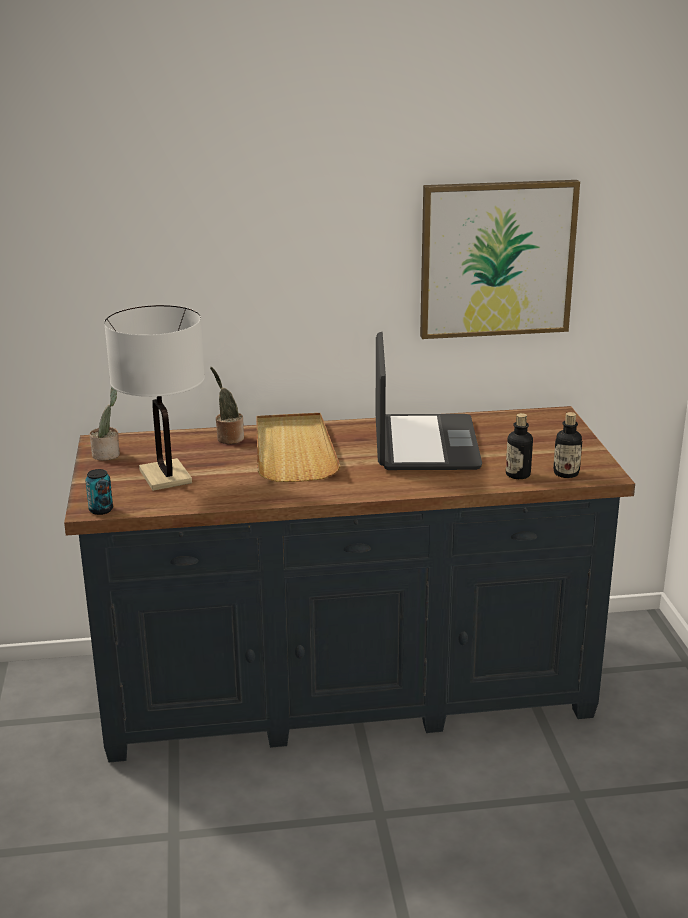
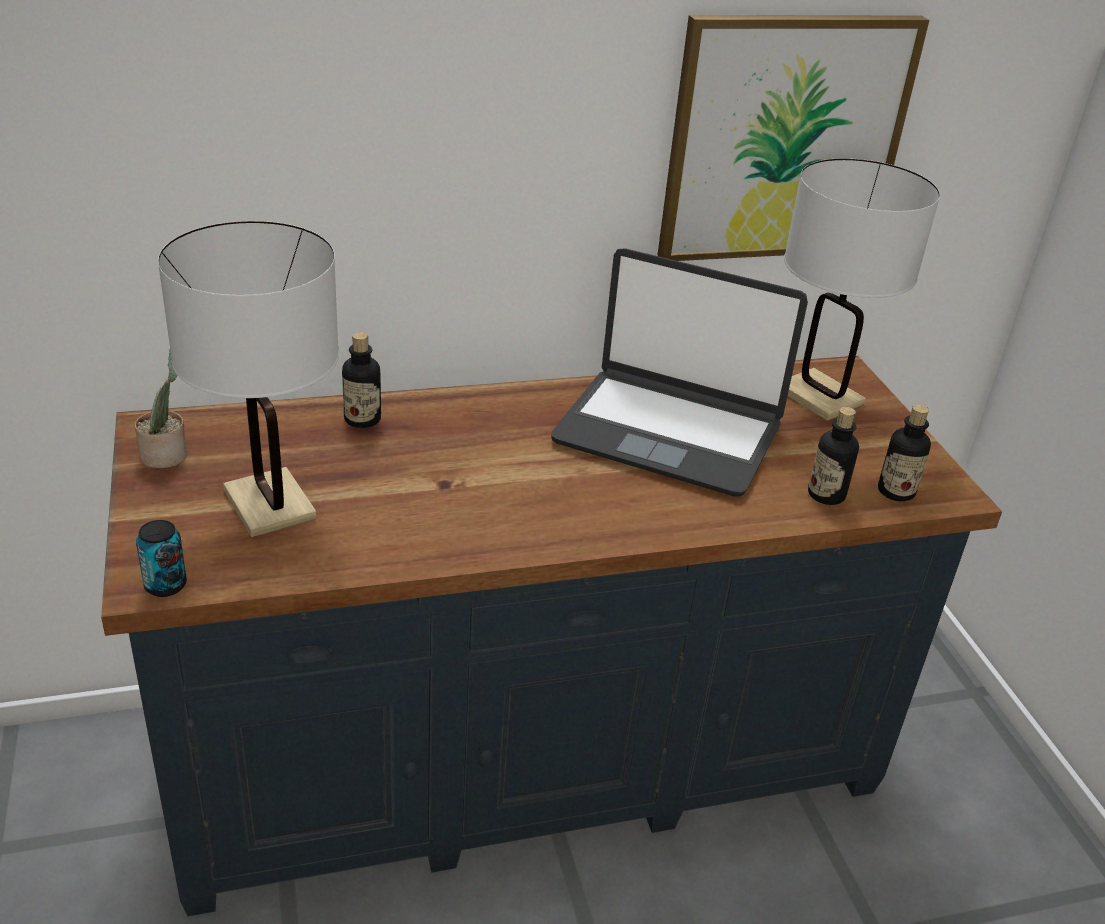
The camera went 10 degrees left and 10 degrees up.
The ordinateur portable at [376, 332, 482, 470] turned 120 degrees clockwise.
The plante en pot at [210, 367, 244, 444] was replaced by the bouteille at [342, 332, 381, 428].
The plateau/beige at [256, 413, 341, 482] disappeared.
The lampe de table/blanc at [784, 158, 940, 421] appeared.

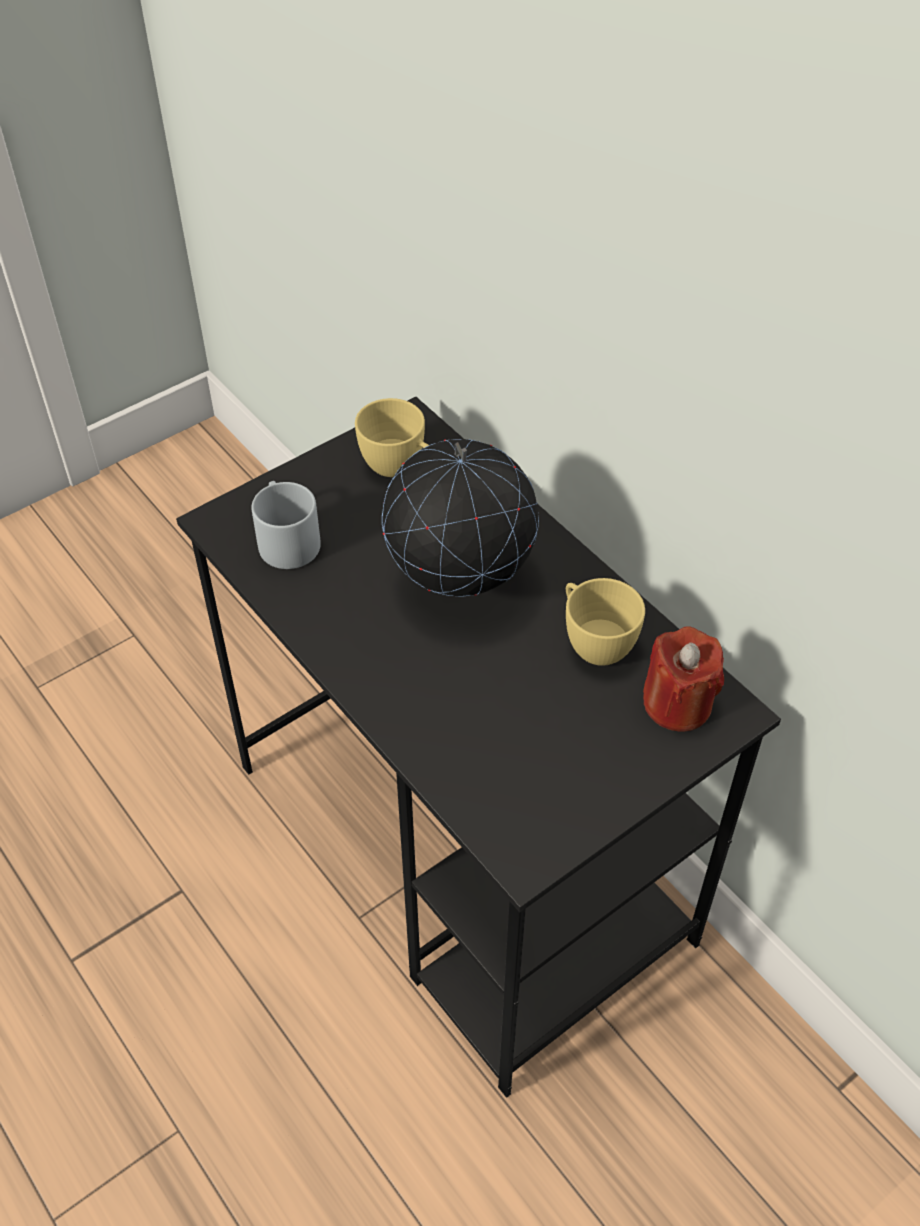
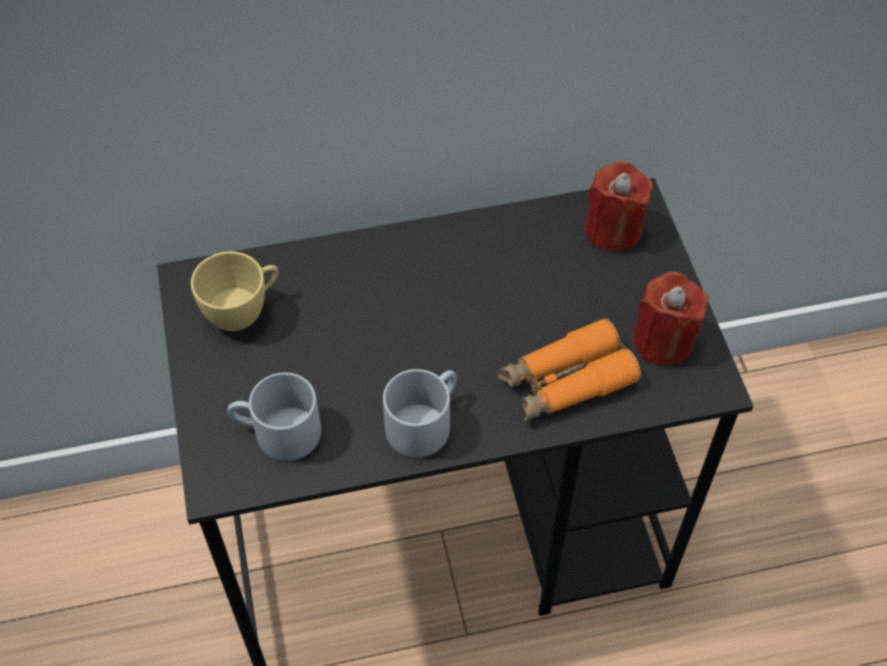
The camera went 65 degrees left and 5 degrees up.
The globe at [382, 439, 539, 597] disappeared.
The tasse/jaune at [566, 578, 645, 666] disappeared.
The bougie/rouge at [633, 272, 709, 366] appeared.
The jumelles/orange at [497, 318, 641, 421] appeared.
The mug/gris at [383, 369, 457, 458] appeared.

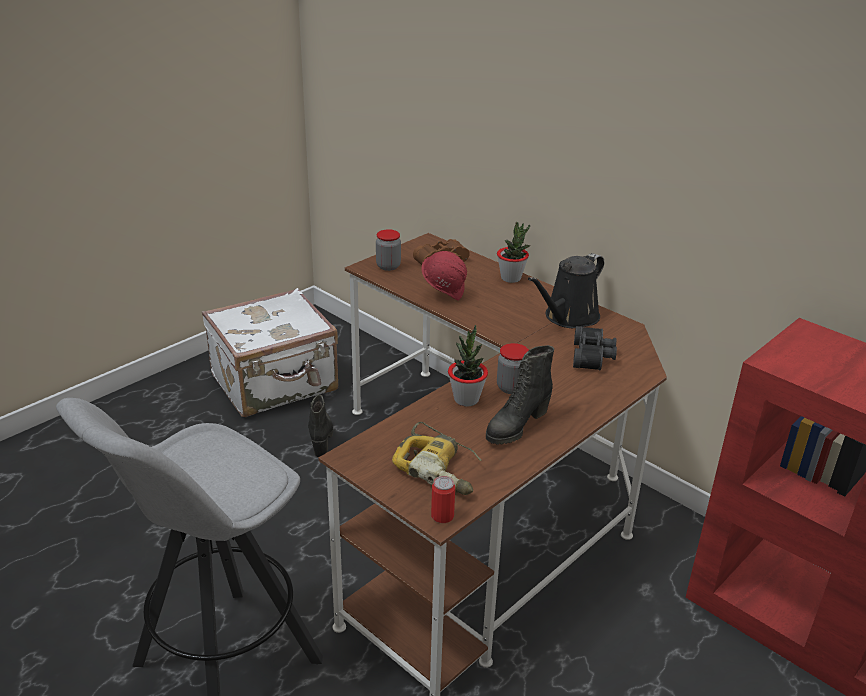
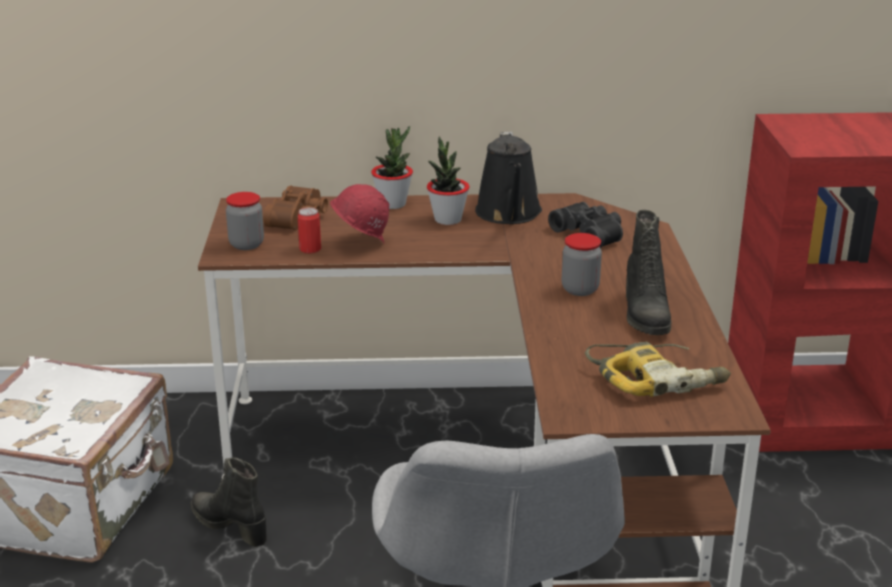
The camera went 45 degrees left and 5 degrees down.
The plante en pot moved from [448, 325, 488, 406] to [427, 136, 469, 225].
The boîte métallique moved from [431, 476, 455, 523] to [298, 207, 321, 254].

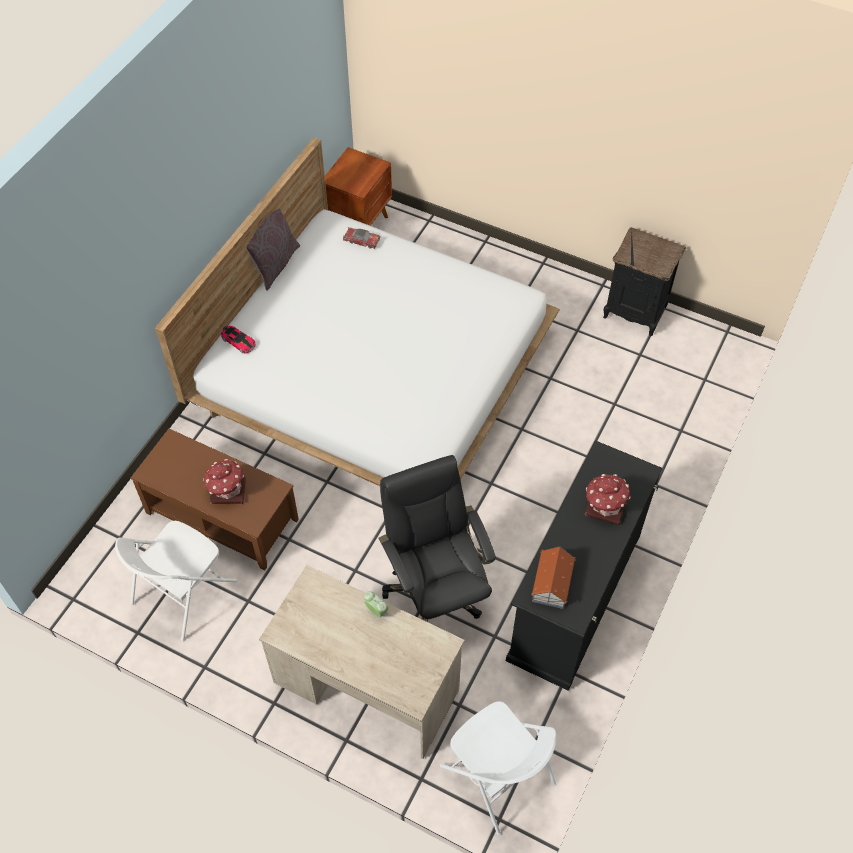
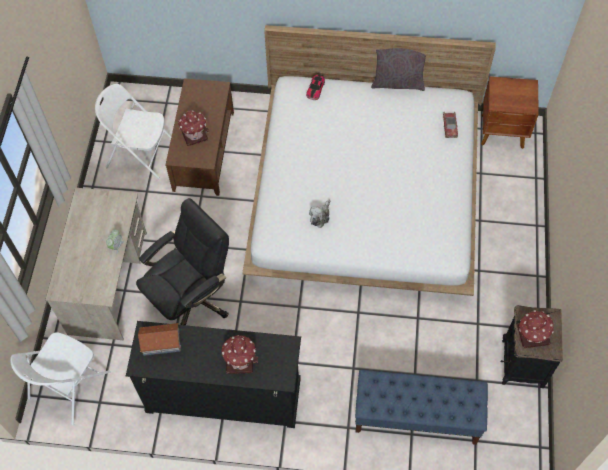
The camera went 70 degrees right and 5 degrees up.
The peluche at [309, 199, 330, 228] appeared.
The maison miniature at [517, 310, 554, 348] appeared.
The banc/bleu at [355, 370, 488, 445] appeared.

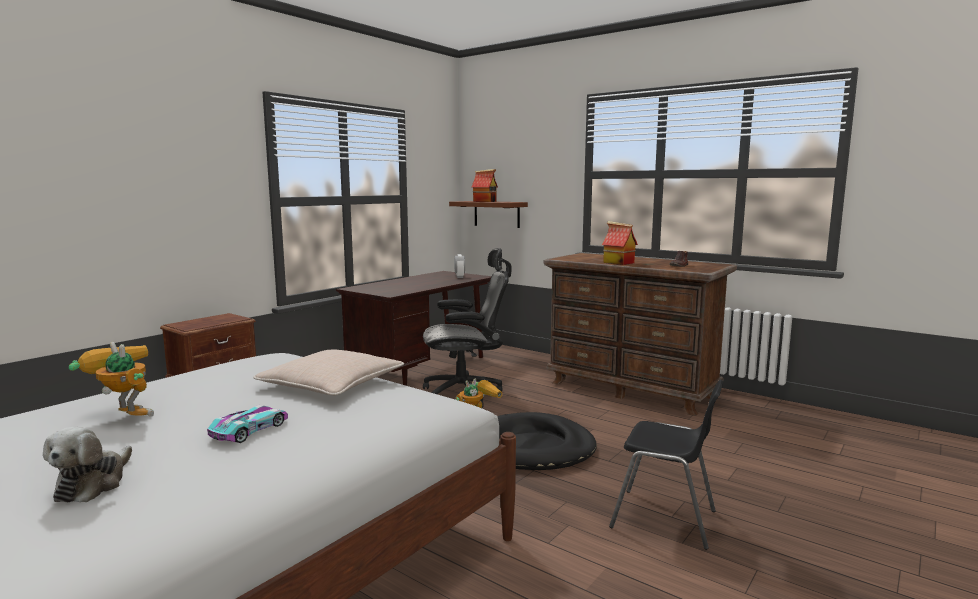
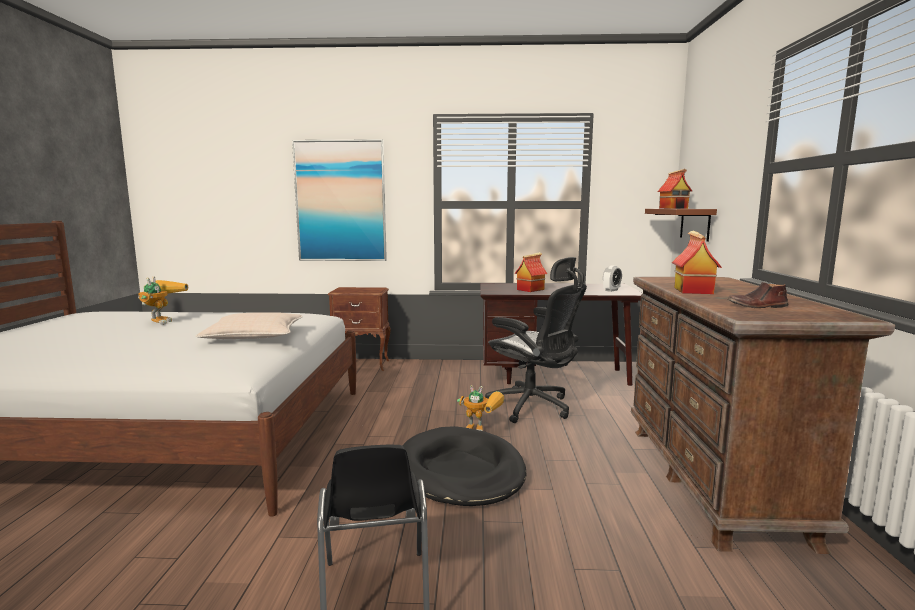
The camera went 55 degrees right and 0 degrees up.
The petite voiture at [207, 405, 288, 443] disappeared.
The peluche at [43, 427, 132, 503] disappeared.
The tableau at [292, 139, 387, 261] appeared.
The maison miniature at [514, 252, 547, 292] appeared.

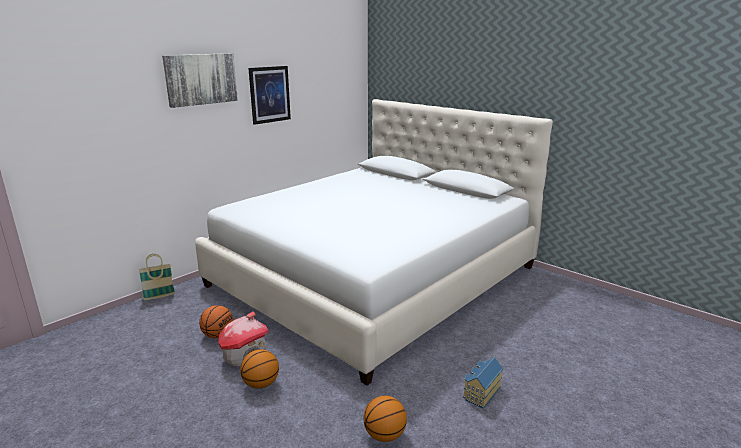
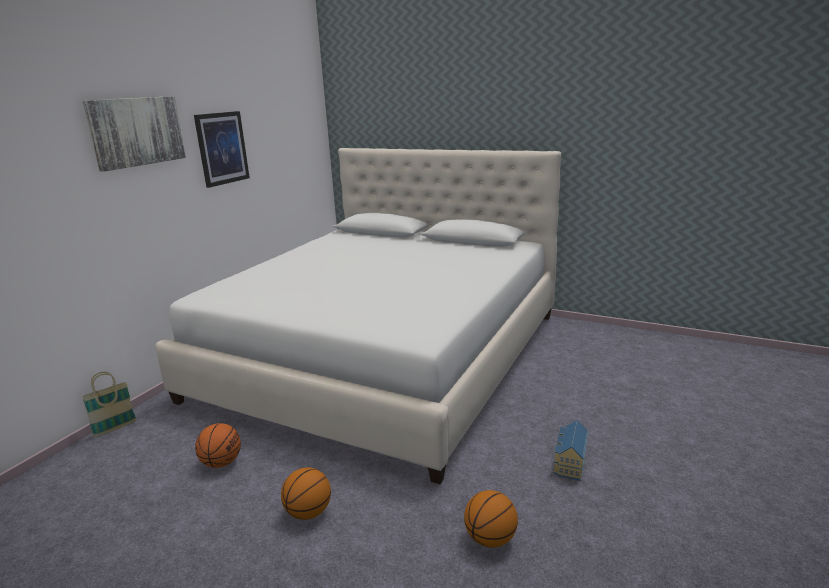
The camera went 15 degrees left and 0 degrees up.
The maison miniature at [218, 312, 269, 366] disappeared.

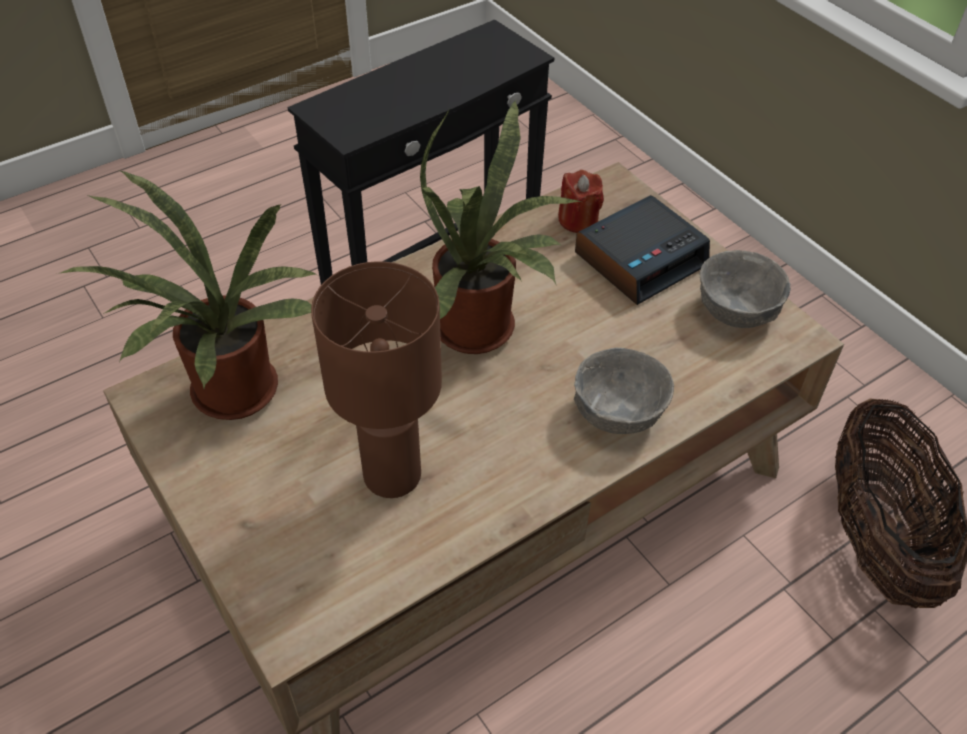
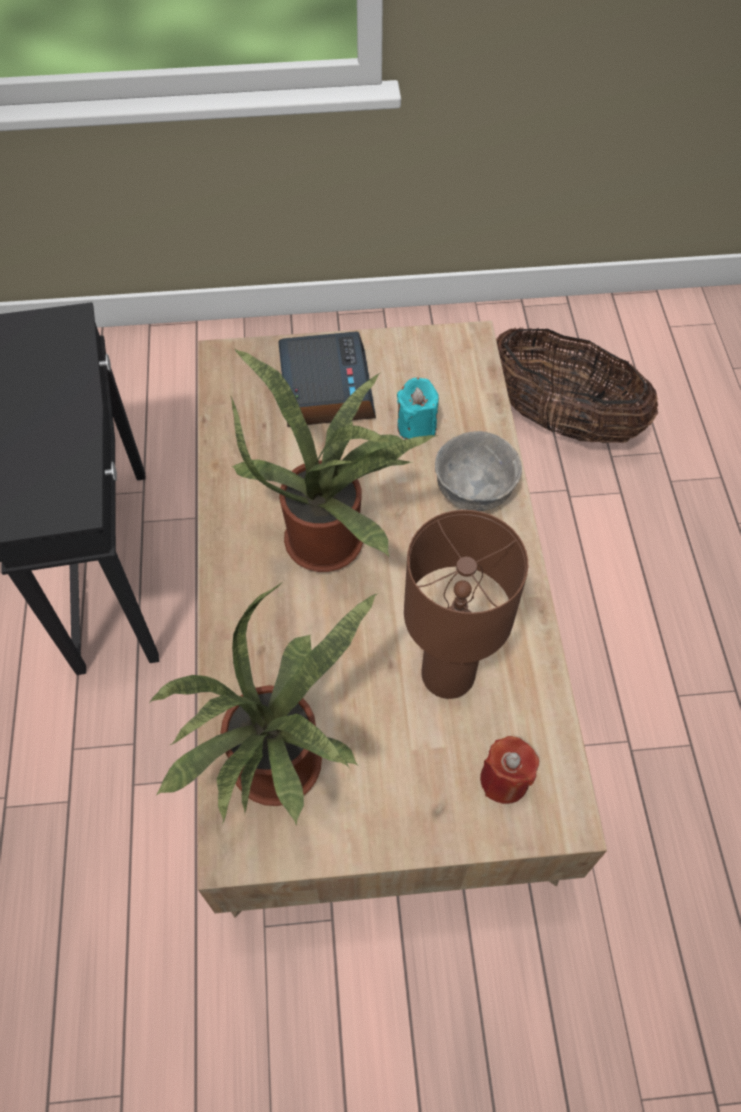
The camera went 60 degrees left and 10 degrees up.
The bougie/rouge moved from [558, 170, 604, 233] to [480, 736, 539, 804].
The bol/gris at [700, 250, 791, 328] disappeared.
The bougie/turquoise at [397, 377, 439, 439] appeared.

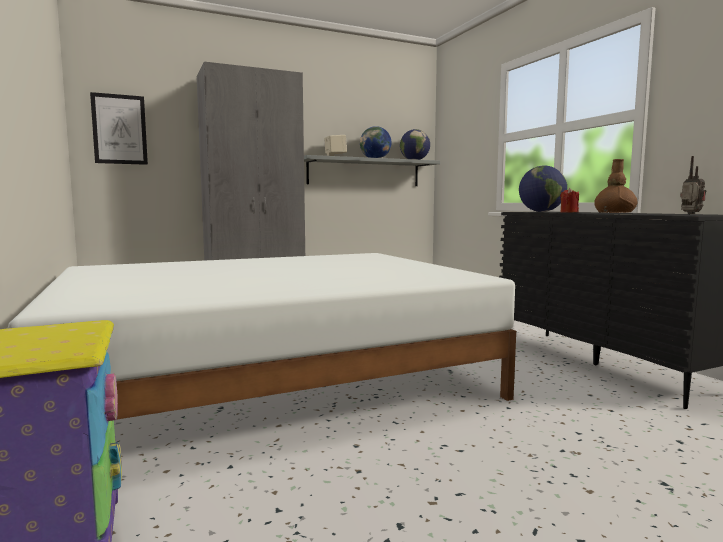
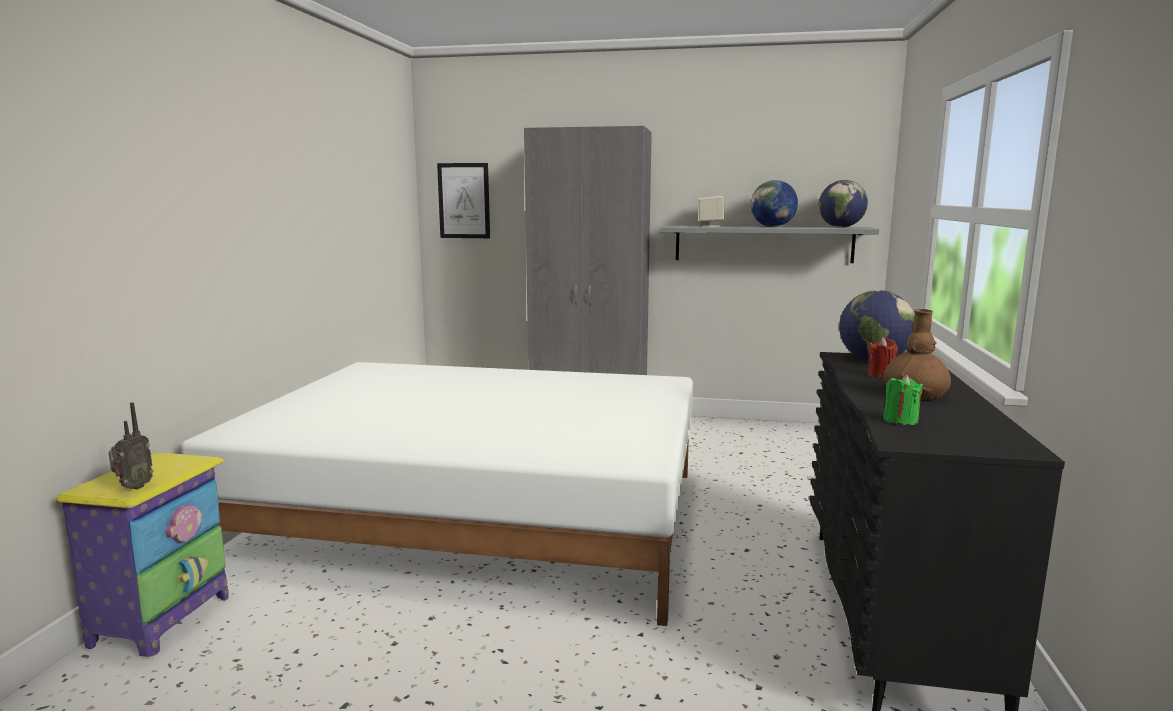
The camera went 35 degrees right and 5 degrees up.
The radio moved from [680, 156, 706, 214] to [108, 402, 154, 490].
The bougie/vert at [883, 375, 923, 425] appeared.

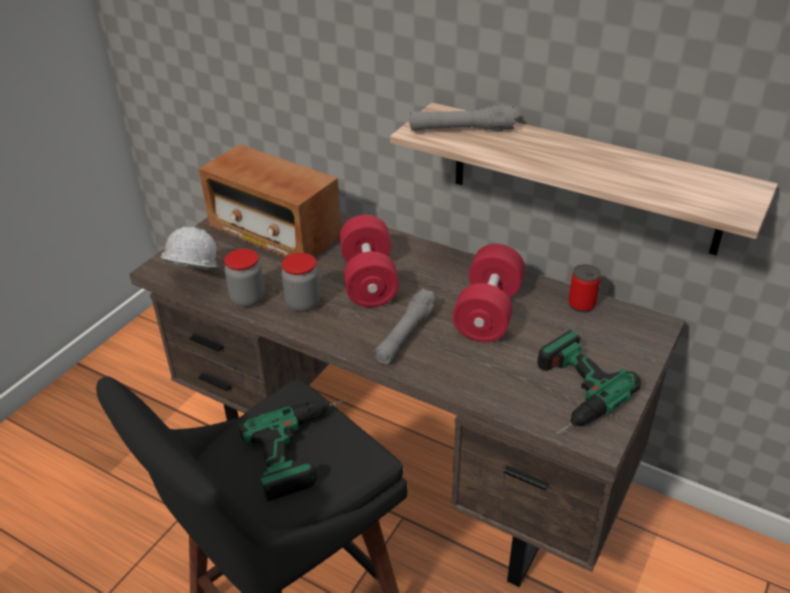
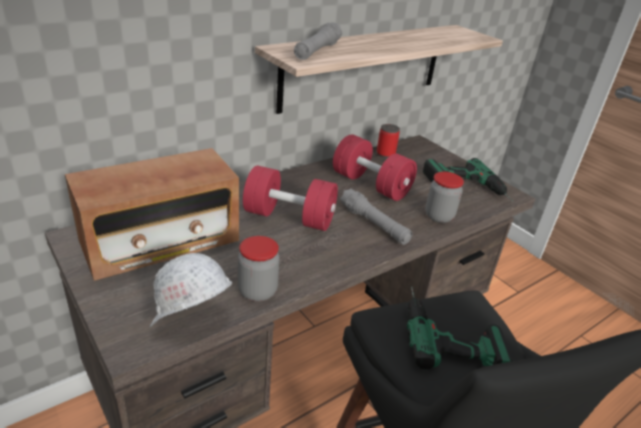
The camera went 70 degrees left and 5 degrees down.
The bocal moved from [281, 253, 320, 312] to [425, 172, 464, 223].

